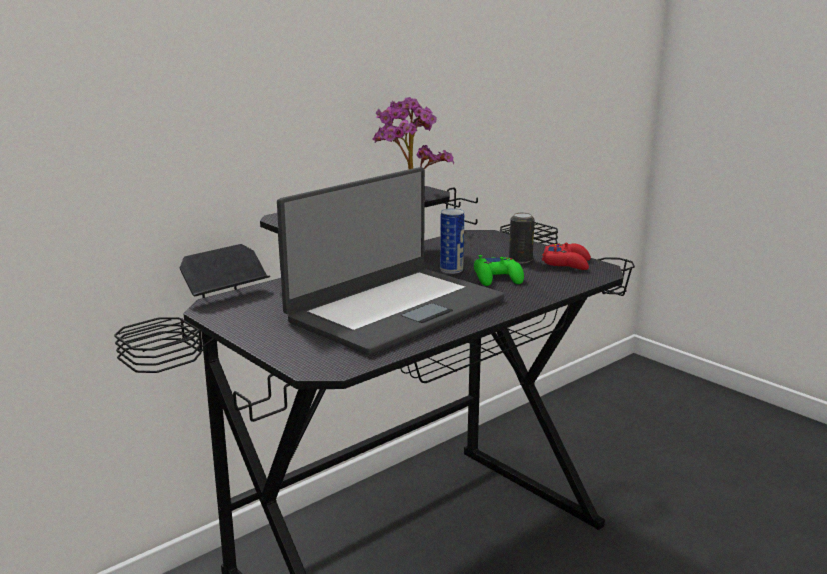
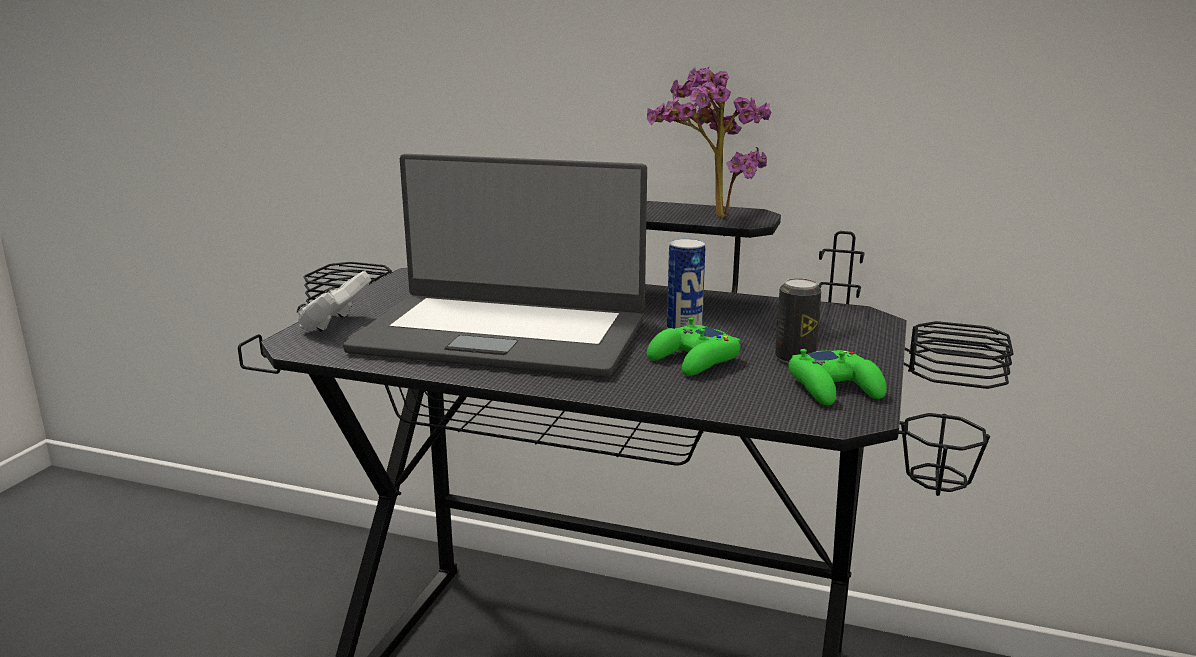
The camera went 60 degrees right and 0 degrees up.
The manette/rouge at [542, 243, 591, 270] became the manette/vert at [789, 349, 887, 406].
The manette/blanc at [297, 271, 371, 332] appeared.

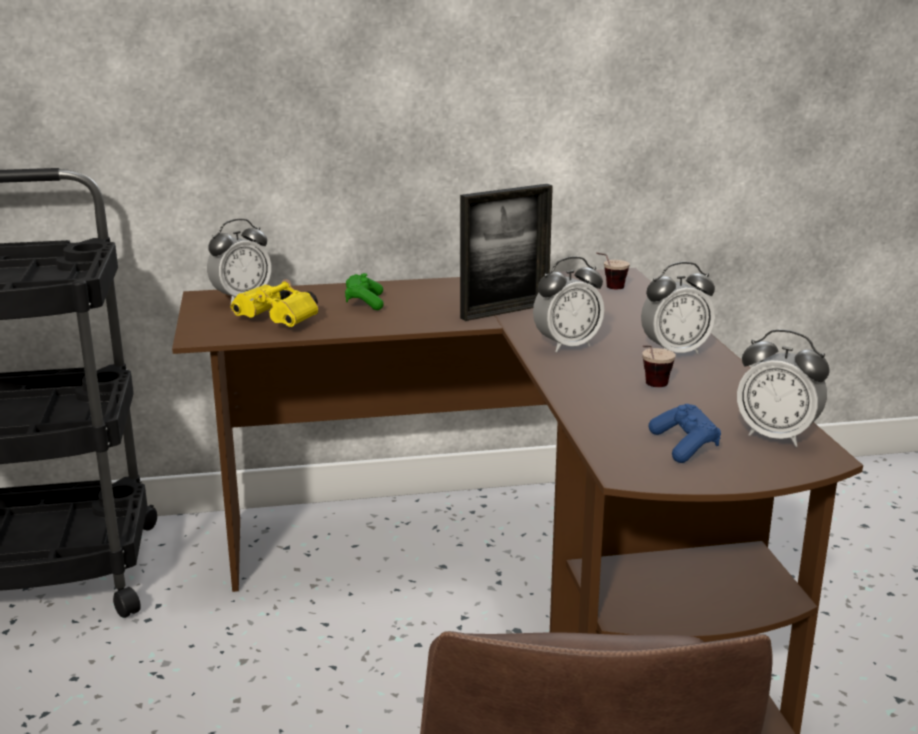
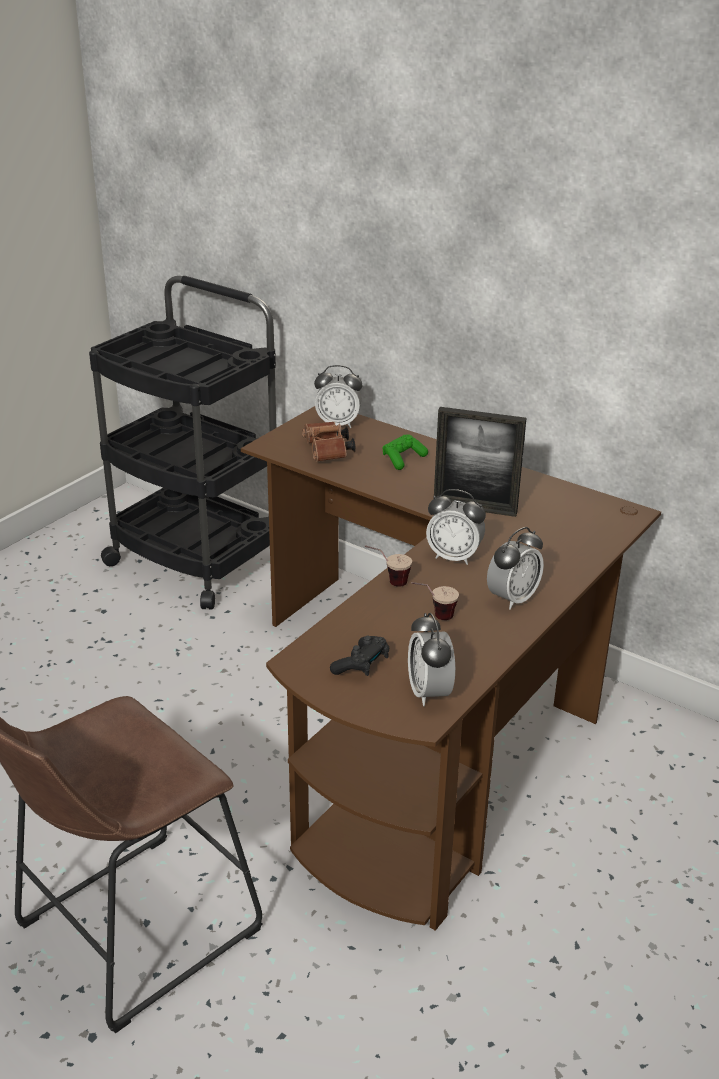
The camera went 45 degrees right and 10 degrees up.
The tasse moved from [596, 253, 630, 289] to [365, 545, 412, 587].
The réveil at [641, 262, 715, 354] turned 75 degrees counterclockwise.
The jumelles/jaune at [231, 279, 319, 327] became the jumelles/marron at [302, 422, 356, 462].
The manette/bleu at [648, 404, 721, 463] became the manette/noir at [330, 636, 389, 676].

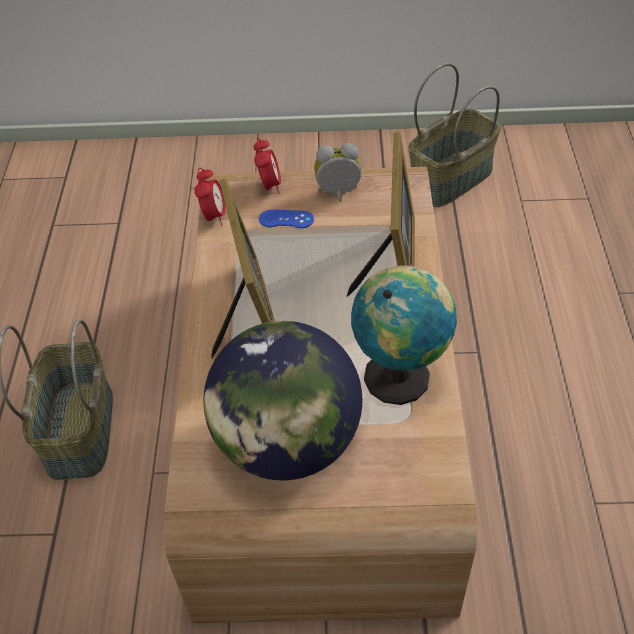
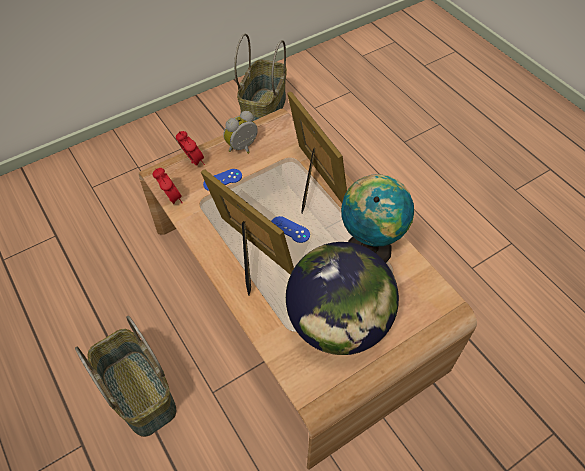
The camera went 35 degrees left and 5 degrees up.
The manette/bleu at [271, 216, 310, 243] appeared.

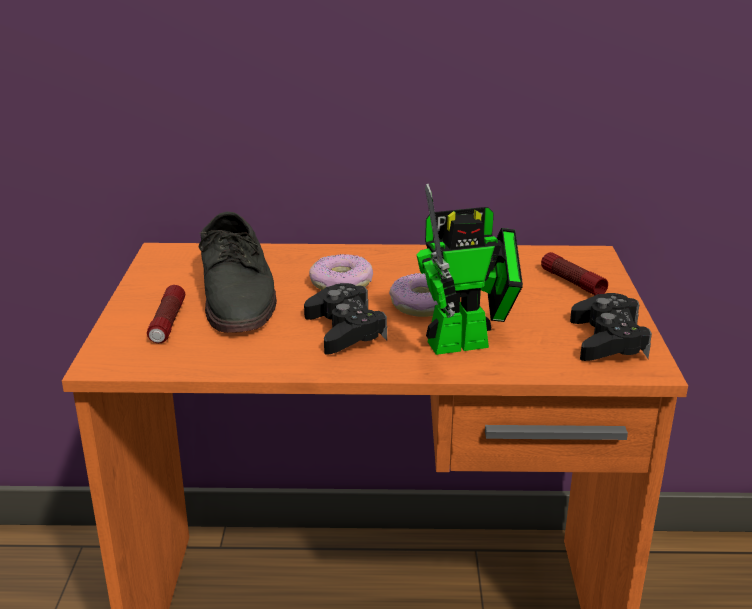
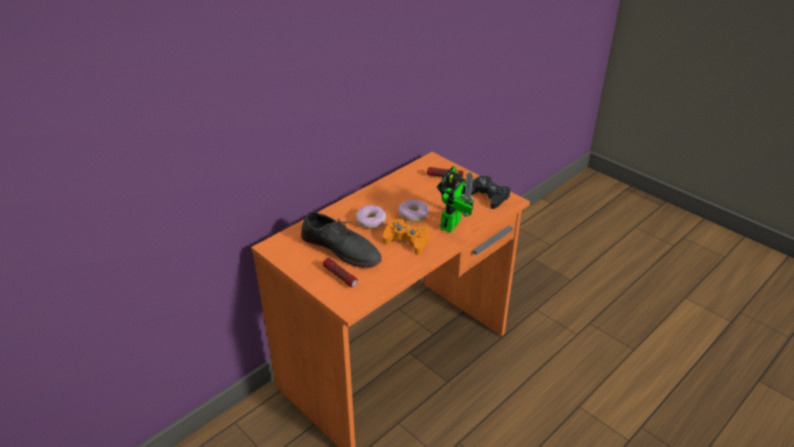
The camera went 45 degrees left and 10 degrees up.
The manette/noir at [304, 283, 387, 355] became the manette/orange at [383, 218, 429, 254].

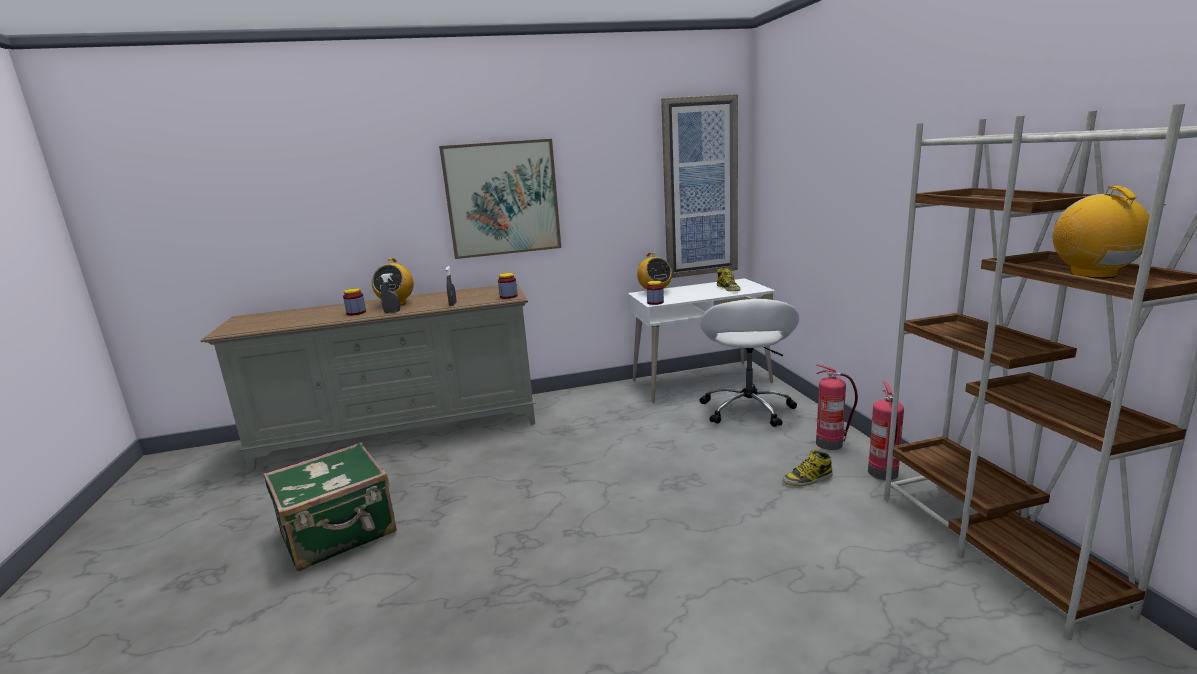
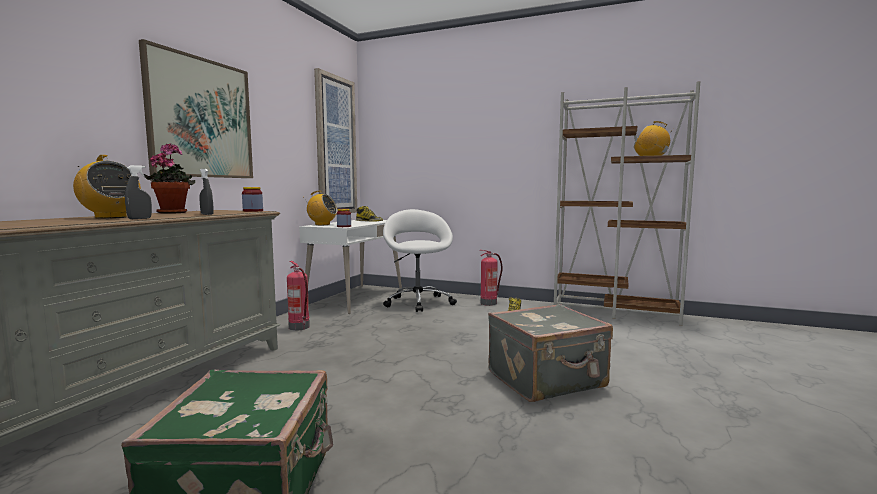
The camera went 55 degrees left and 10 degrees down.
The bocal at [343, 288, 366, 316] disappeared.
The chaise de bureau/blanc at [699, 299, 799, 427] turned 150 degrees counterclockwise.
The extincteur moved from [868, 381, 904, 480] to [287, 261, 310, 331].
The plante en pot at [143, 143, 195, 213] appeared.
The valise/gris at [488, 304, 613, 402] appeared.

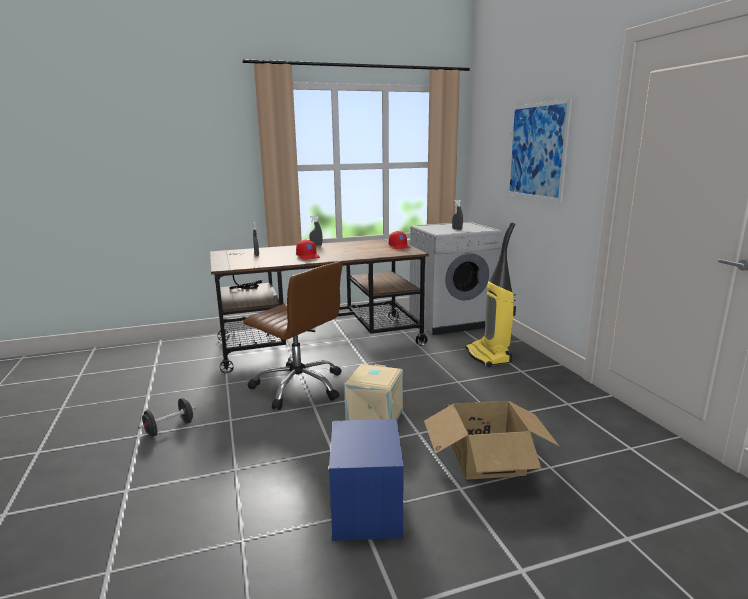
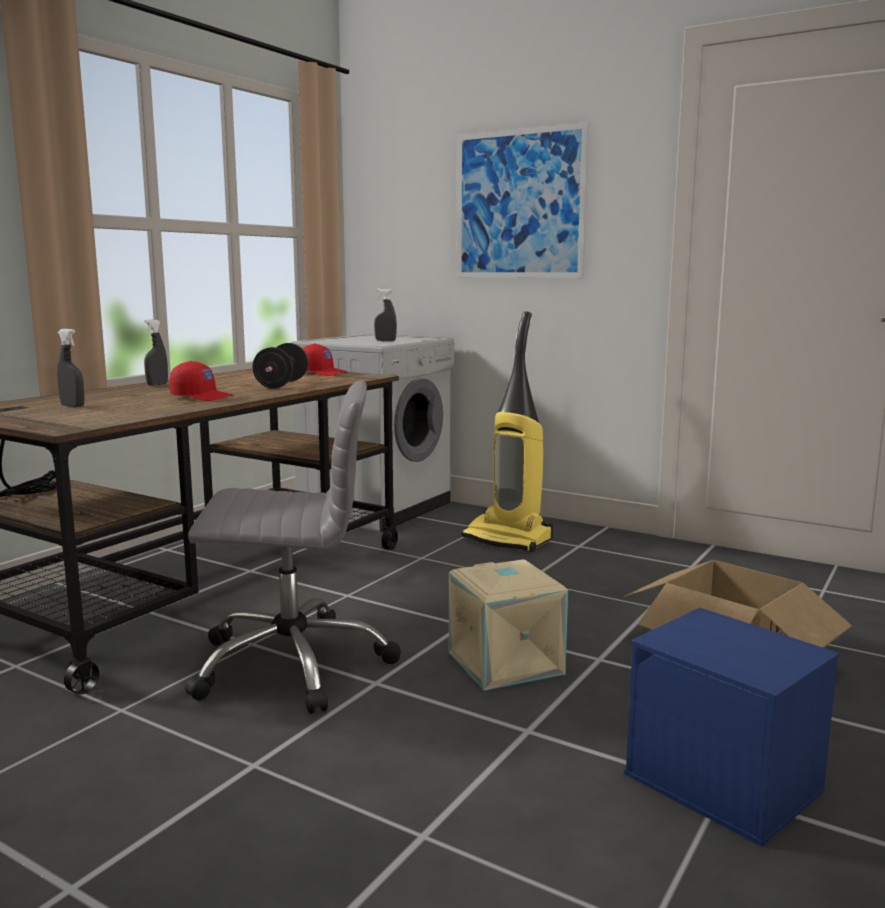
The camera went 40 degrees left and 5 degrees down.
The chaise de bureau/marron at [243, 261, 343, 410] became the chaise de bureau/gris at [184, 380, 401, 714].
The haltère/noir moved from [138, 398, 195, 437] to [253, 343, 308, 388].

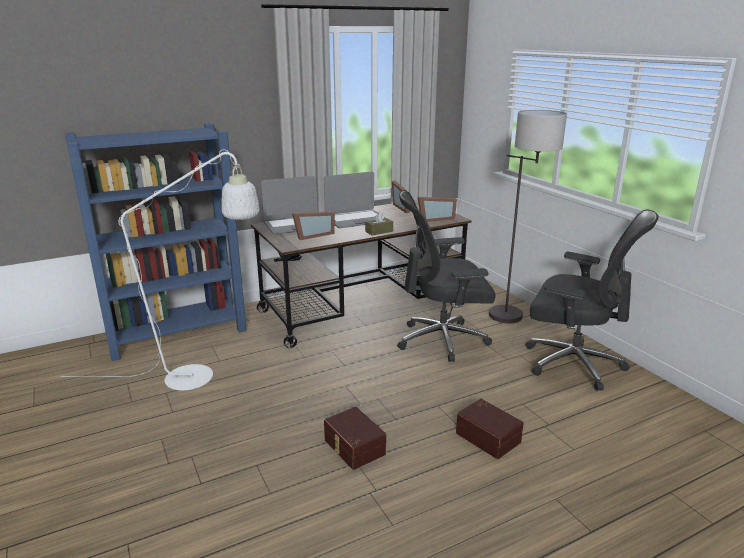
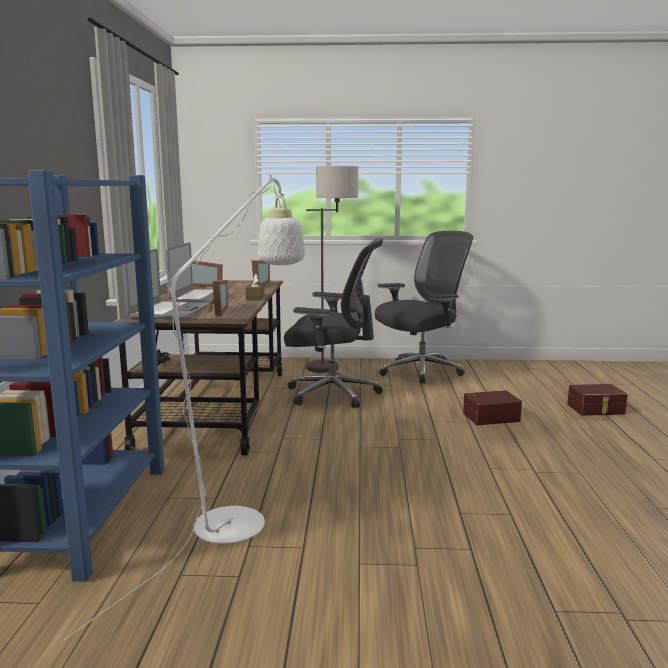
The camera went 60 degrees left and 10 degrees down.
The chaise de bureau at [397, 190, 496, 362] turned 105 degrees counterclockwise.
The boîte de rangement/marron moved from [324, 407, 386, 470] to [567, 384, 628, 416].

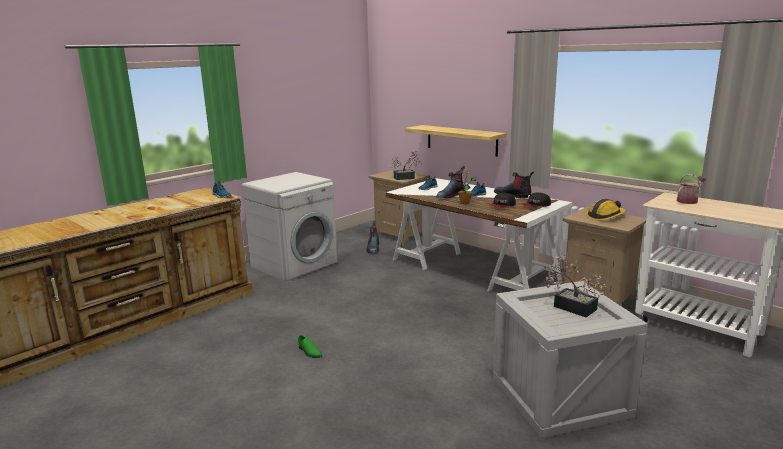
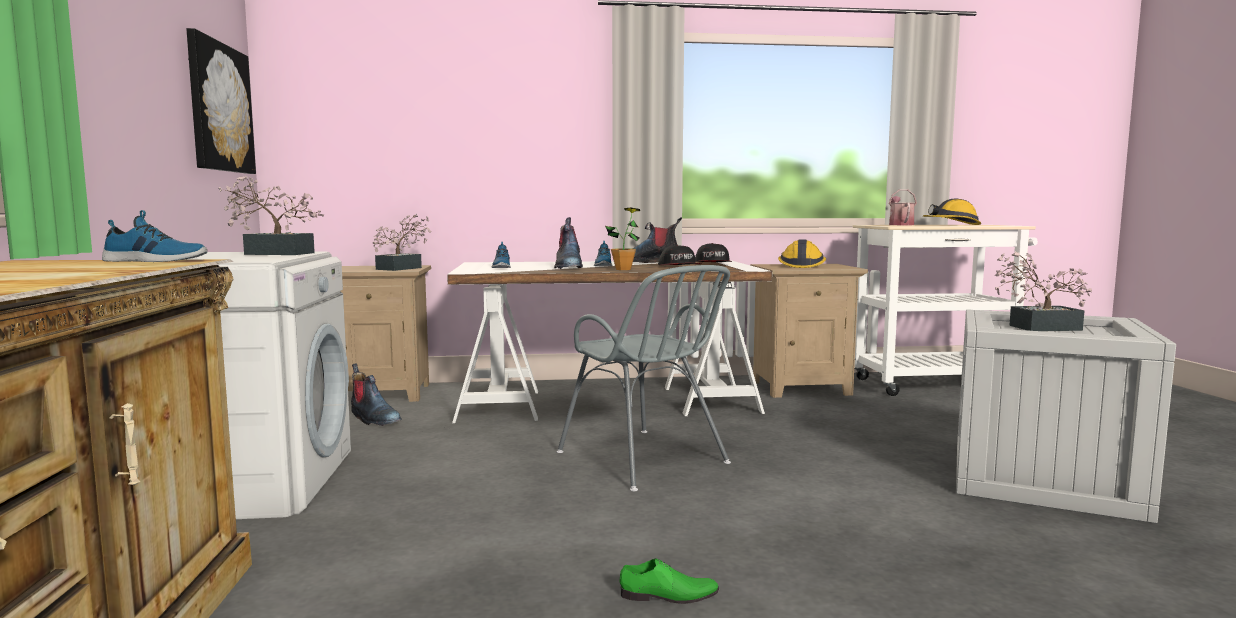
The camera went 50 degrees left and 10 degrees down.
The étagère at [405, 125, 506, 157] disappeared.
The tableau at [187, 28, 256, 174] appeared.
The plante en pot at [219, 176, 324, 255] appeared.
The casque de chantier at [923, 199, 981, 225] appeared.
The chaise/gris at [556, 265, 731, 492] appeared.

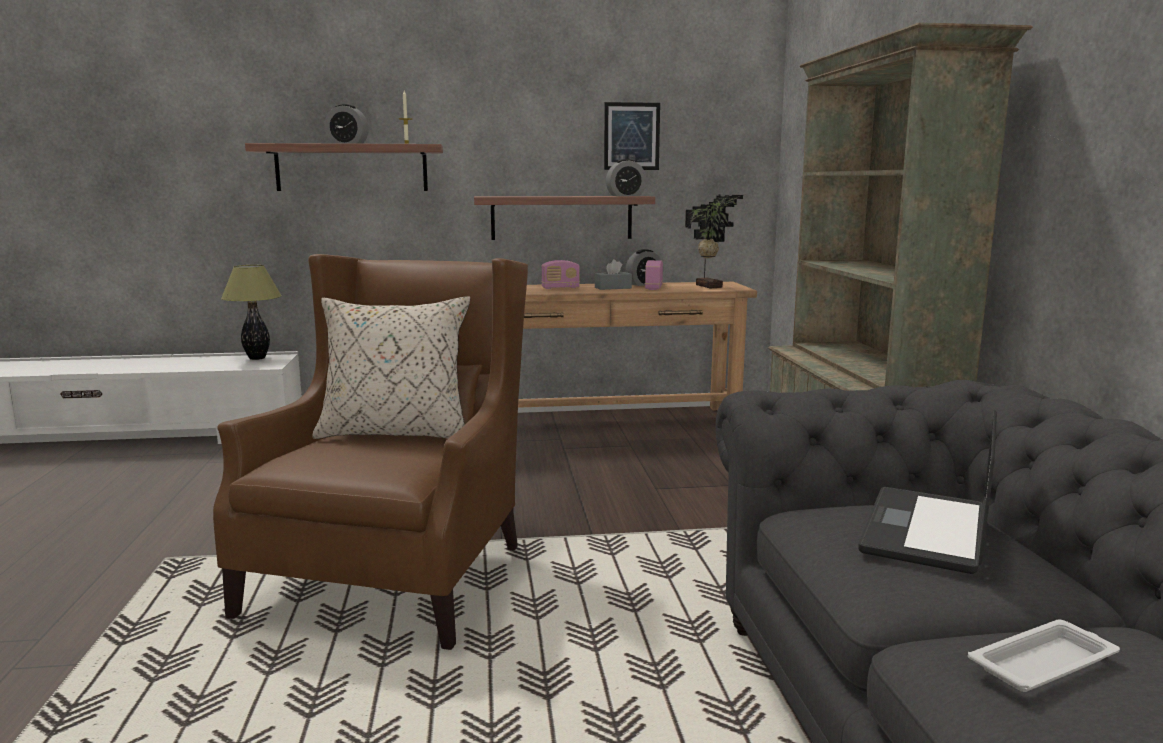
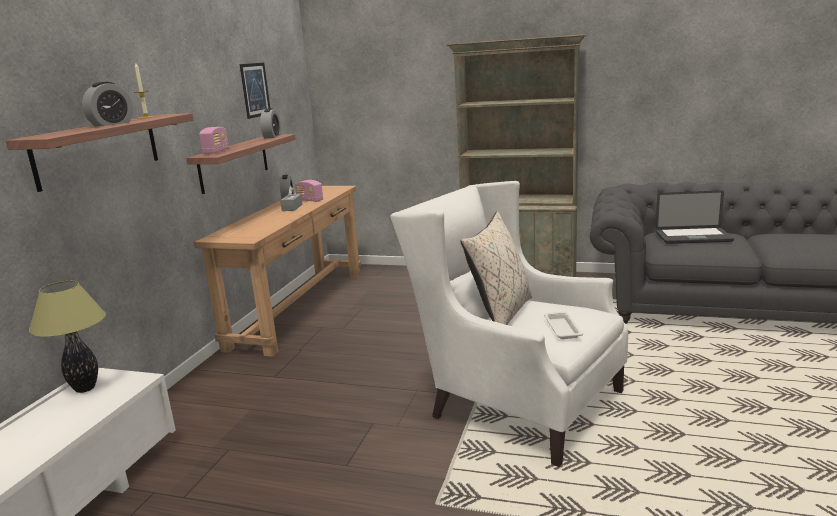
The camera went 65 degrees left and 5 degrees up.
The plante en pot at [685, 194, 743, 288] disappeared.
The fauteuil/marron at [213, 254, 528, 650] became the fauteuil/blanc at [390, 181, 628, 467].
The radio moved from [542, 260, 580, 289] to [199, 127, 229, 154].
The ordinateur portable at [858, 410, 997, 574] turned 45 degrees counterclockwise.
The plateau/blanc moved from [968, 619, 1120, 692] to [544, 312, 583, 339].

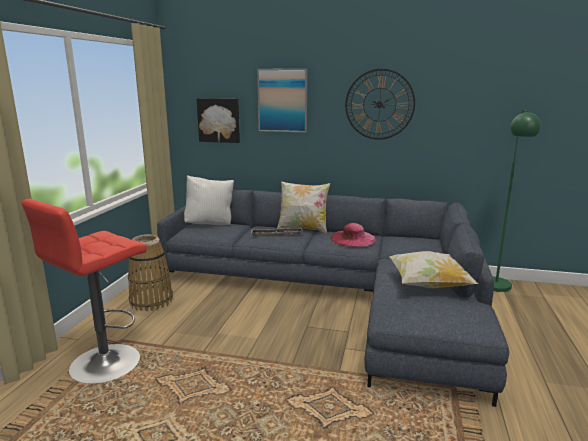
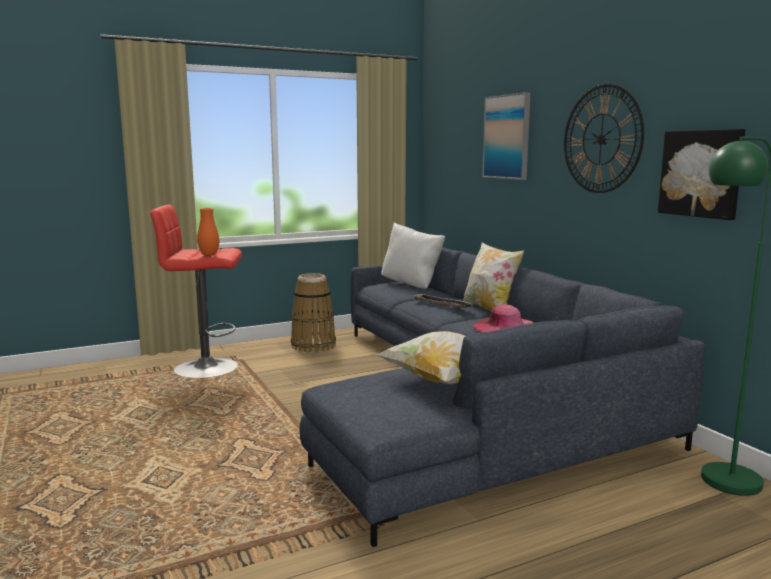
The camera went 50 degrees right and 5 degrees down.
The tableau moved from [197, 98, 240, 143] to [658, 129, 745, 220].
The vase/orange at [197, 208, 219, 256] appeared.

